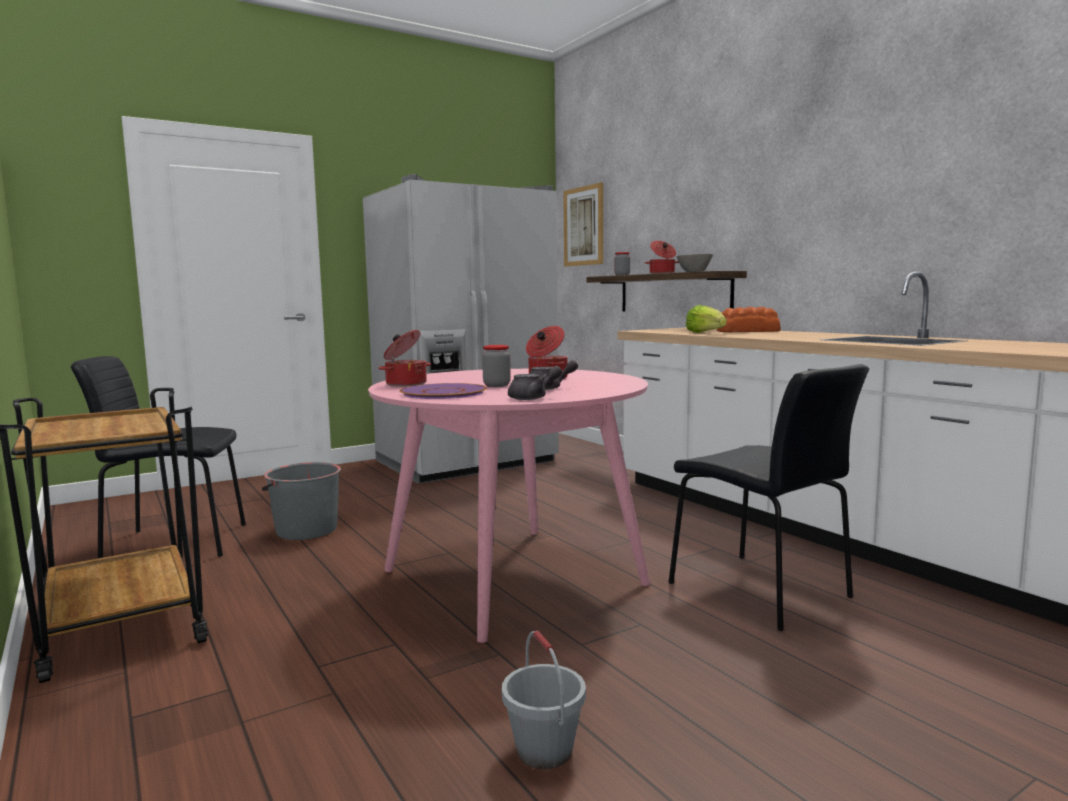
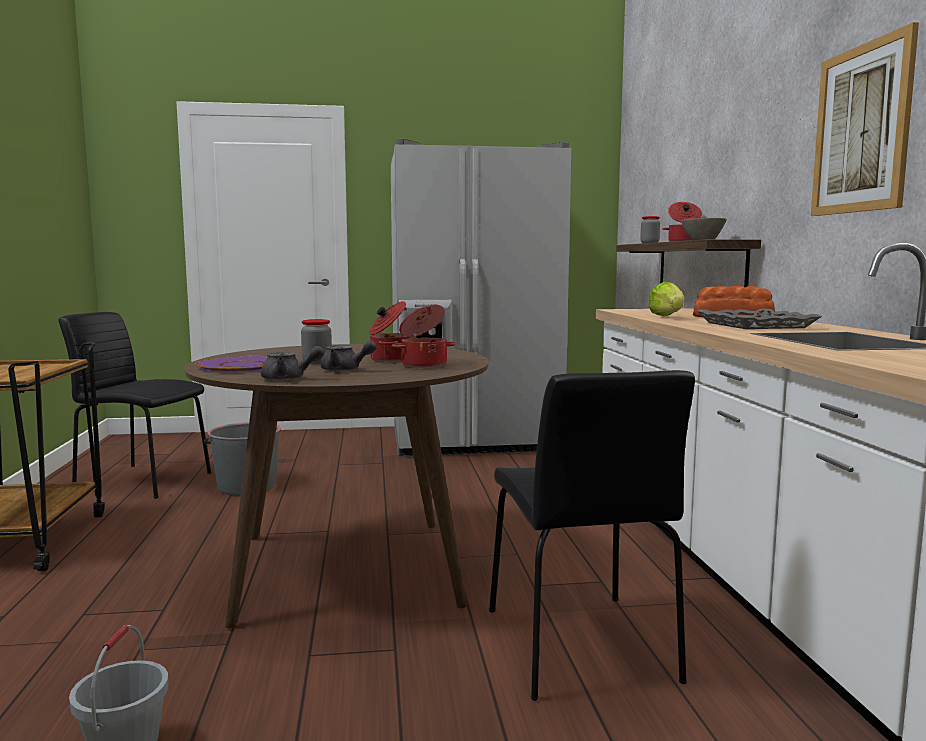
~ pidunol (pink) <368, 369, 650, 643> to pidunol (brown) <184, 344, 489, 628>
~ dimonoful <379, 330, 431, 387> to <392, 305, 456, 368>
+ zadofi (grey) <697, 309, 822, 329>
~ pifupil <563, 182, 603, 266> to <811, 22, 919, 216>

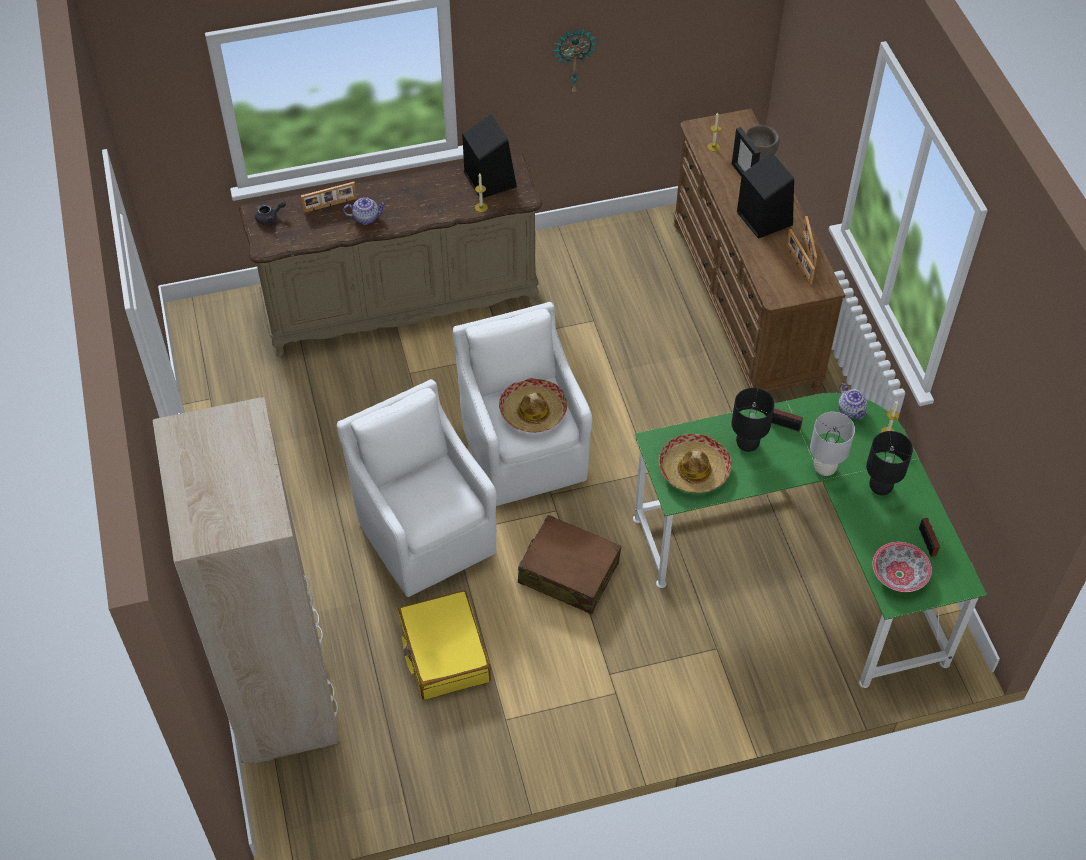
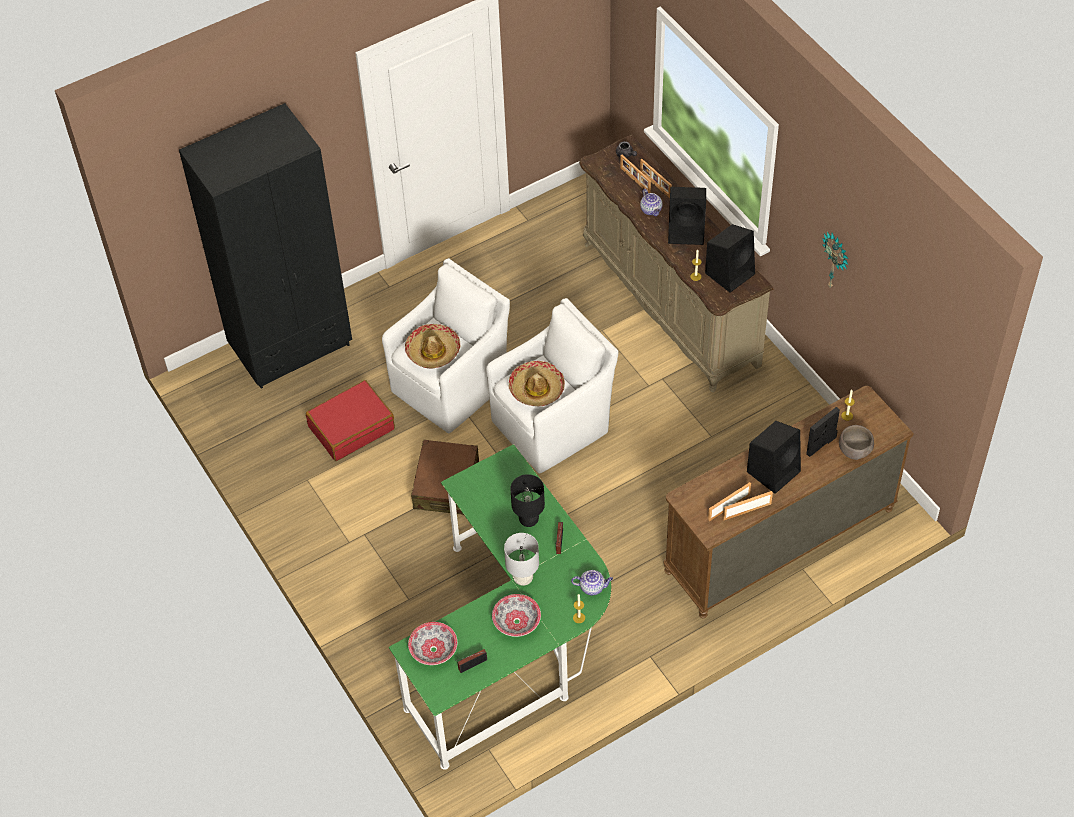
~ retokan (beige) <153, 397, 340, 764> to retokan (black) <179, 103, 352, 388>
~ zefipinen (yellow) <398, 590, 491, 700> to zefipinen (red) <306, 380, 395, 461>
~ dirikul <659, 434, 732, 493> to <405, 324, 460, 369>
~ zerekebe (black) <866, 431, 913, 495> to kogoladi <492, 594, 541, 637>
~ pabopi <838, 383, 868, 420> = <571, 570, 613, 595> 135 degrees counterclockwise
+ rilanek <620, 155, 651, 193>
+ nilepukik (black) <668, 187, 706, 245>

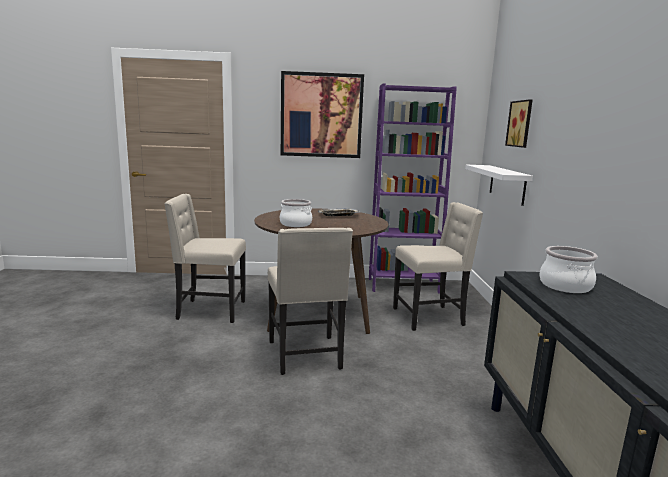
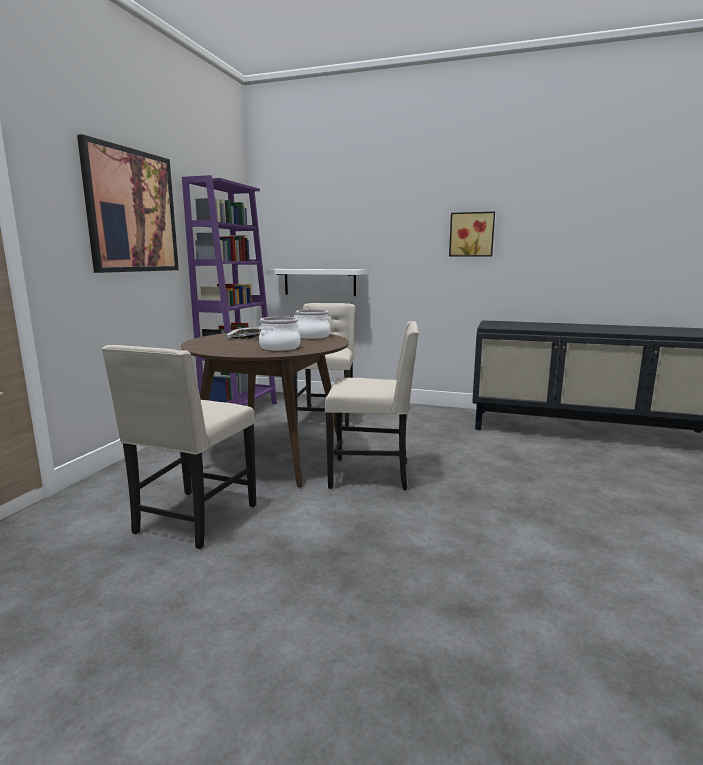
~ dimonoful <540, 246, 598, 293> to <294, 309, 331, 339>
~ pifupil <505, 99, 533, 148> to <449, 211, 495, 257>

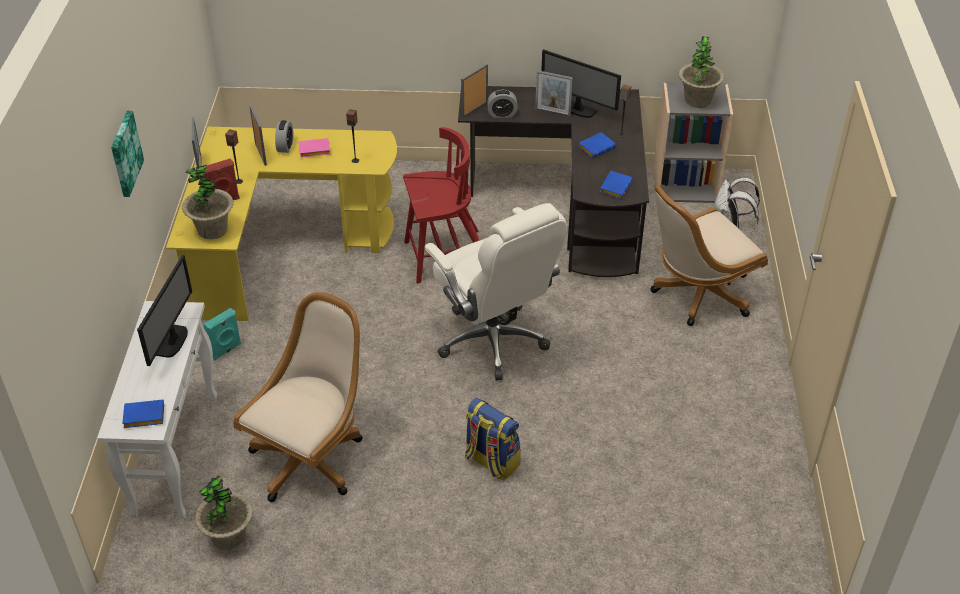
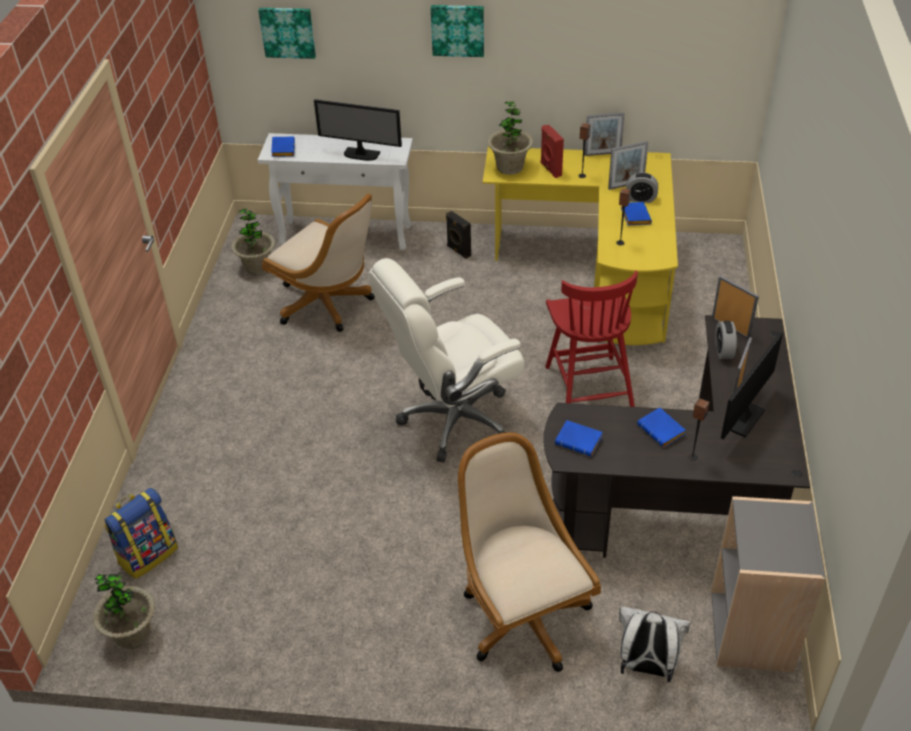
~ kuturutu <678, 36, 724, 108> to <93, 572, 155, 649>
~ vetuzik <465, 398, 521, 481> to <104, 488, 178, 579>
+ pifupil <258, 8, 316, 59>
~ nilepukik (turquoise) <204, 308, 241, 360> to nilepukik (black) <446, 211, 471, 259>
~ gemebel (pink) <298, 138, 330, 158> to gemebel (blue) <621, 202, 652, 225>

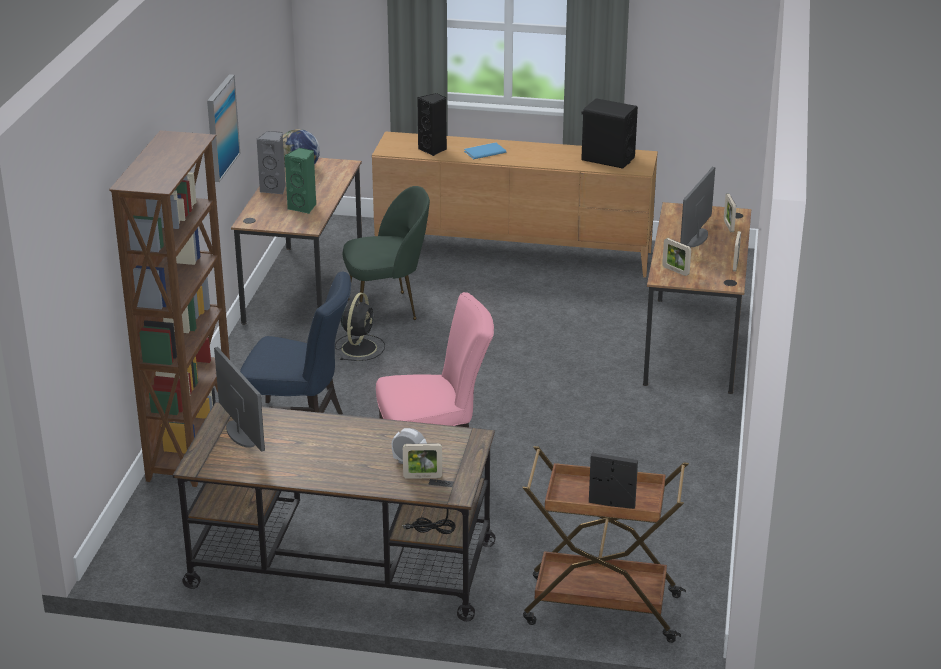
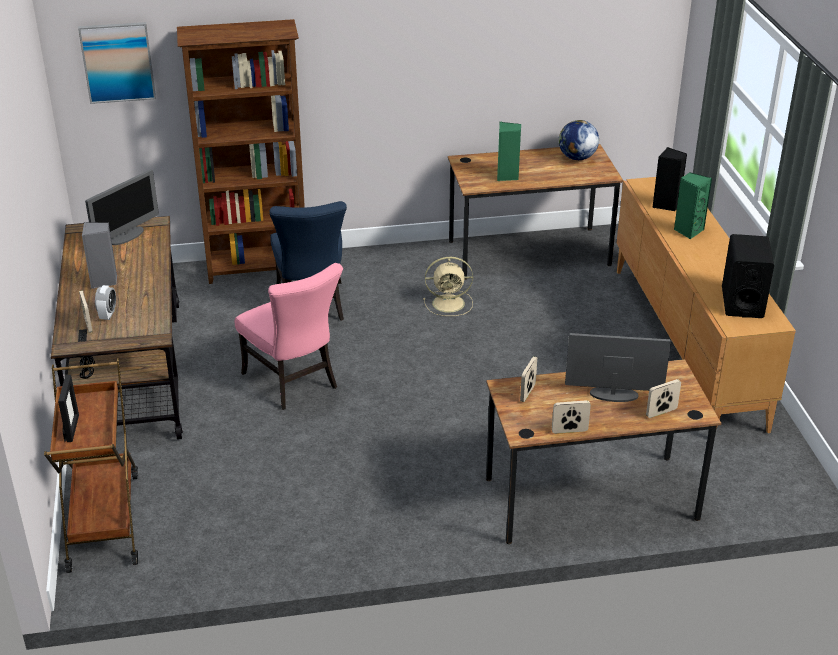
~ pifupil <207, 74, 240, 182> to <78, 22, 156, 104>
~ nilepukik (grey) <256, 131, 286, 194> to <82, 222, 117, 289>
~ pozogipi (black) <335, 293, 385, 361> to pozogipi (beige) <423, 257, 473, 316>
~ gemebel (blue) <464, 142, 506, 159> to nilepukik (green) <674, 173, 712, 239>
- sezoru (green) <343, 186, 430, 320>

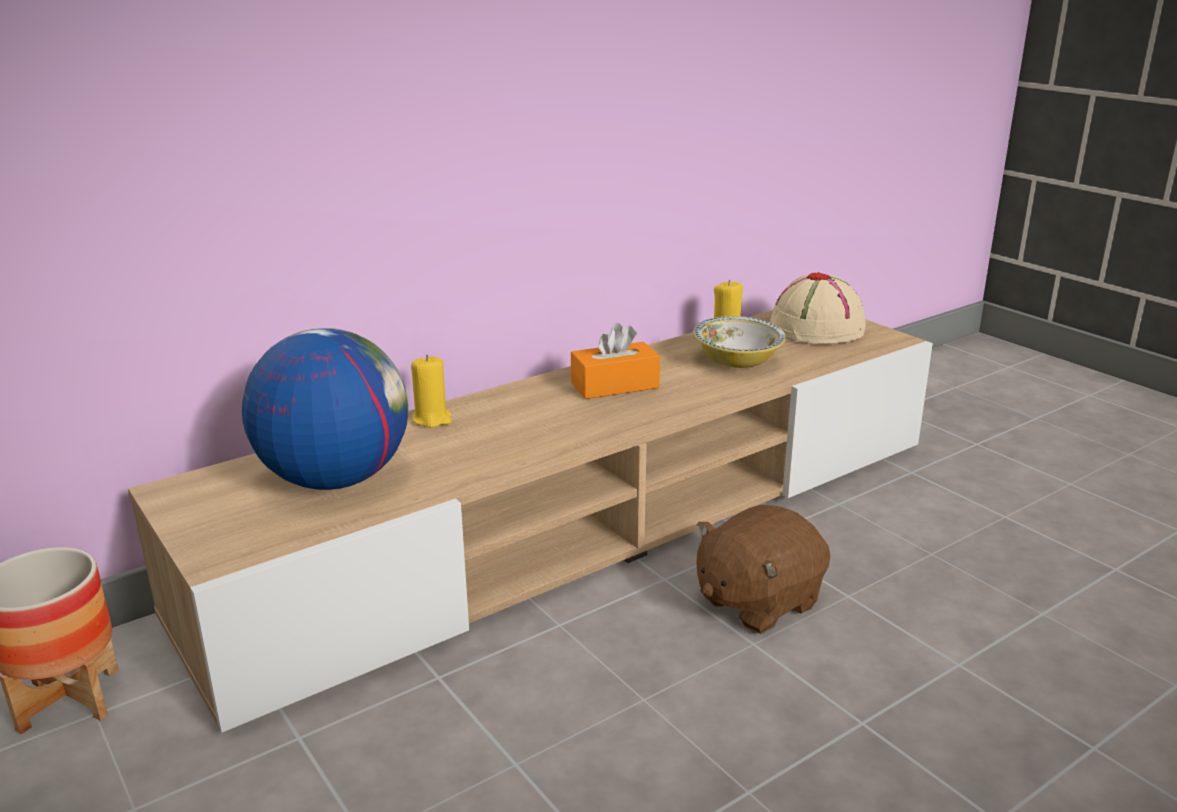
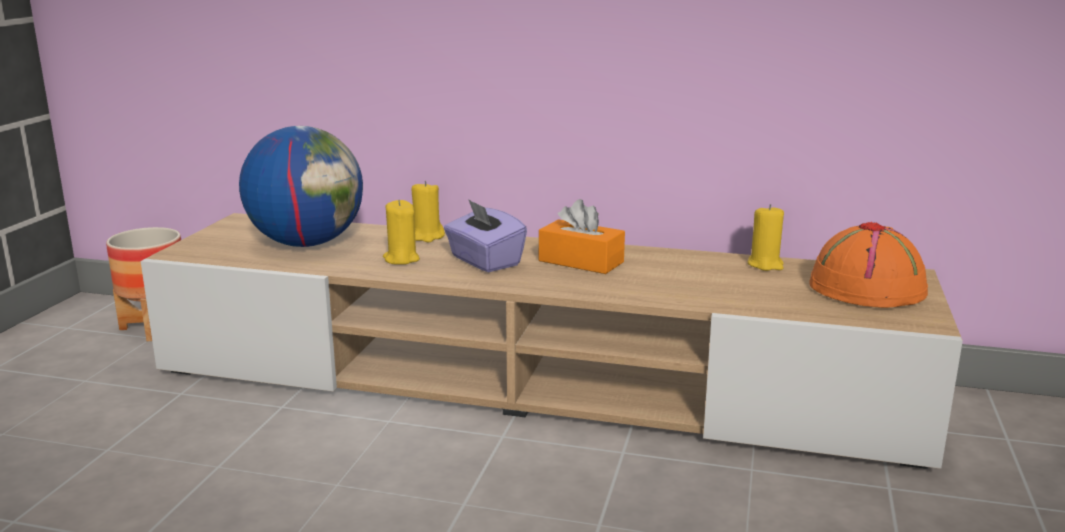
+ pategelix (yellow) <383, 200, 420, 264>
+ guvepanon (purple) <444, 199, 527, 272>
~ dirikul (beige) <770, 272, 866, 344> to dirikul (orange) <809, 222, 928, 308>
- kogoladi <693, 316, 786, 368>
- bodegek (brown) <696, 505, 830, 634>

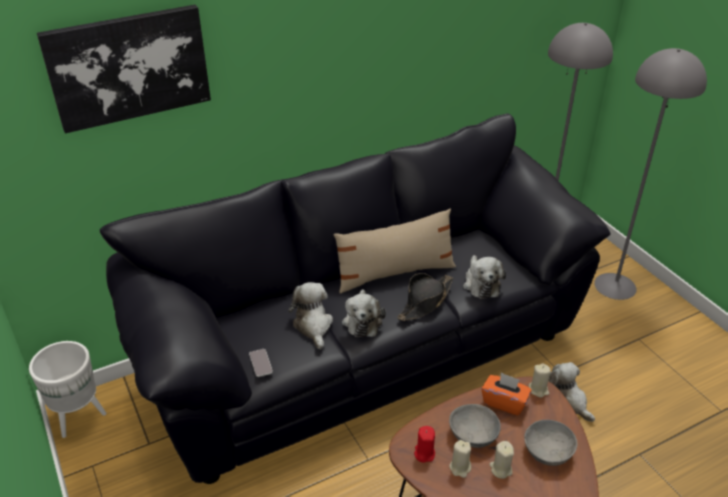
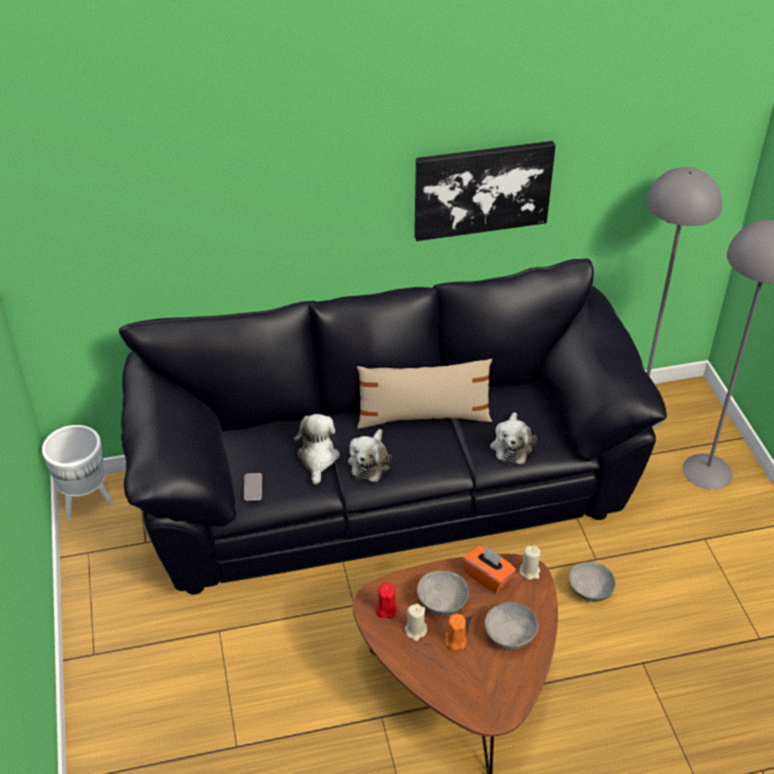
~ pifupil <37, 5, 211, 133> to <414, 141, 556, 241>
~ pategelix (beige) <489, 441, 514, 479> to pategelix (orange) <445, 614, 466, 651>
~ bodegek <549, 362, 595, 422> to kogoladi (grey) <569, 562, 616, 602>
- dirikul (black) <397, 273, 453, 321>

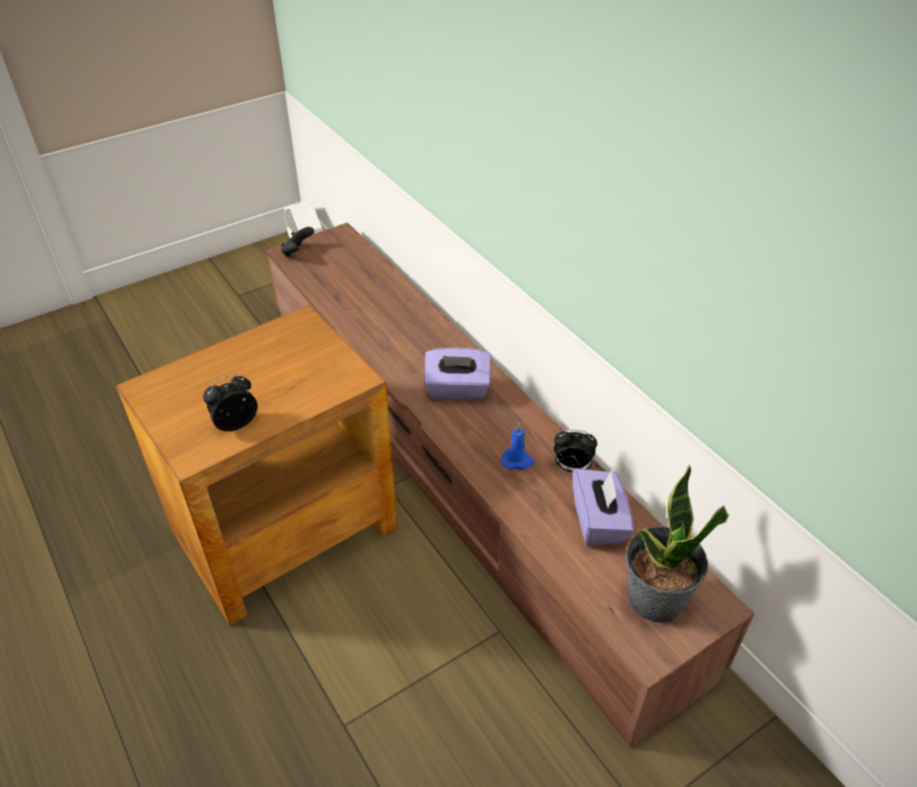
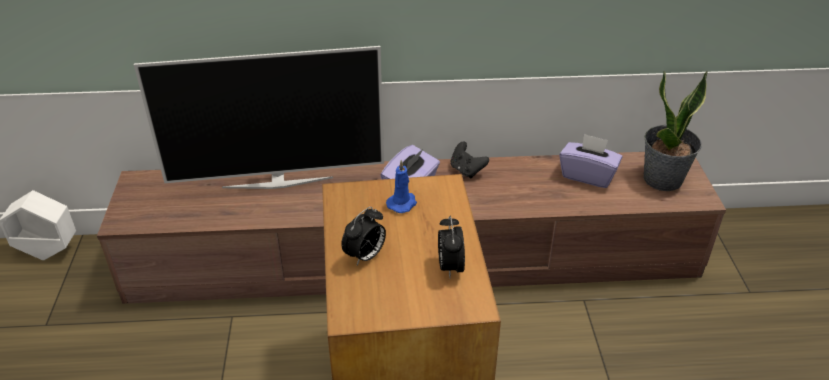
+ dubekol <134, 46, 384, 189>
~ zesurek <554, 430, 597, 472> to <341, 207, 386, 265>
~ pategelix (blue) <501, 423, 535, 470> to <386, 160, 417, 213>
~ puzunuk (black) <281, 227, 314, 257> to <450, 141, 489, 179>

